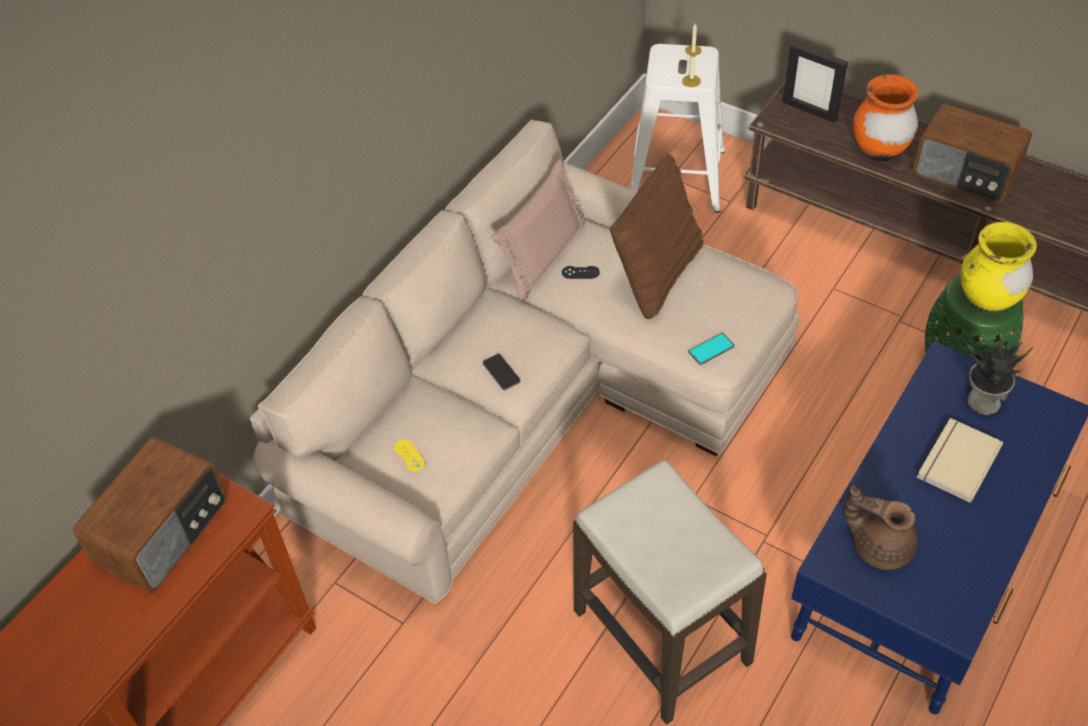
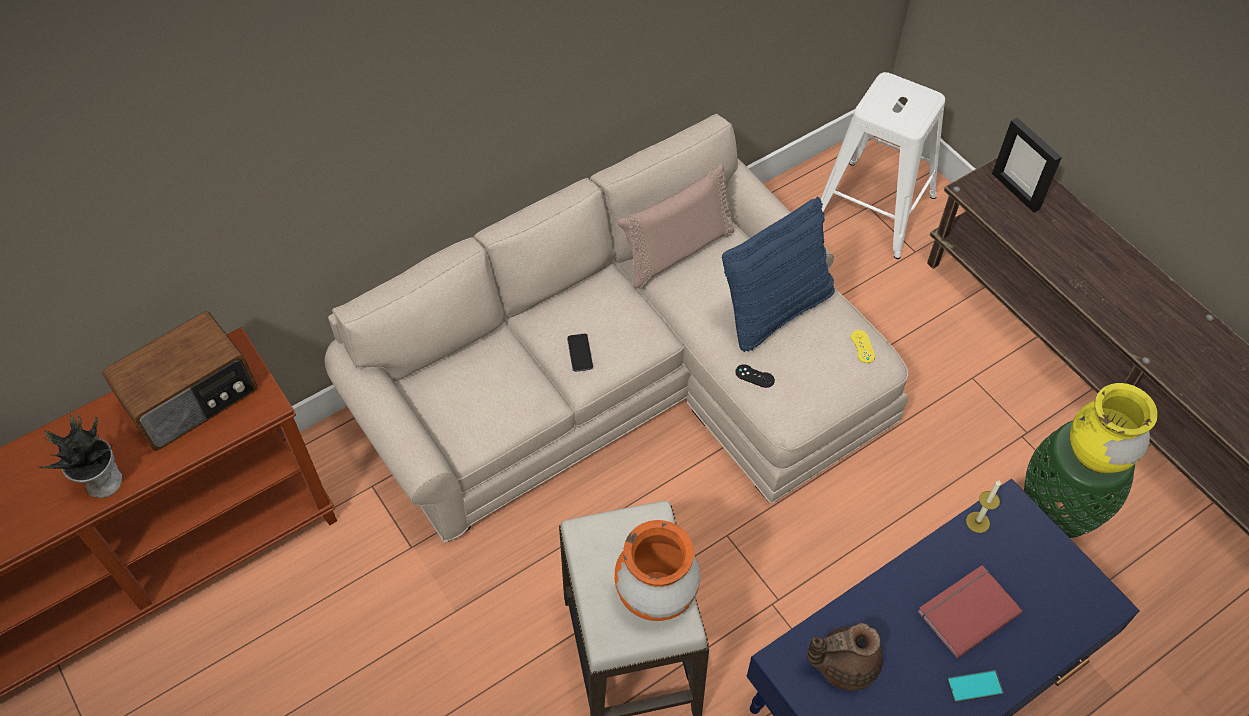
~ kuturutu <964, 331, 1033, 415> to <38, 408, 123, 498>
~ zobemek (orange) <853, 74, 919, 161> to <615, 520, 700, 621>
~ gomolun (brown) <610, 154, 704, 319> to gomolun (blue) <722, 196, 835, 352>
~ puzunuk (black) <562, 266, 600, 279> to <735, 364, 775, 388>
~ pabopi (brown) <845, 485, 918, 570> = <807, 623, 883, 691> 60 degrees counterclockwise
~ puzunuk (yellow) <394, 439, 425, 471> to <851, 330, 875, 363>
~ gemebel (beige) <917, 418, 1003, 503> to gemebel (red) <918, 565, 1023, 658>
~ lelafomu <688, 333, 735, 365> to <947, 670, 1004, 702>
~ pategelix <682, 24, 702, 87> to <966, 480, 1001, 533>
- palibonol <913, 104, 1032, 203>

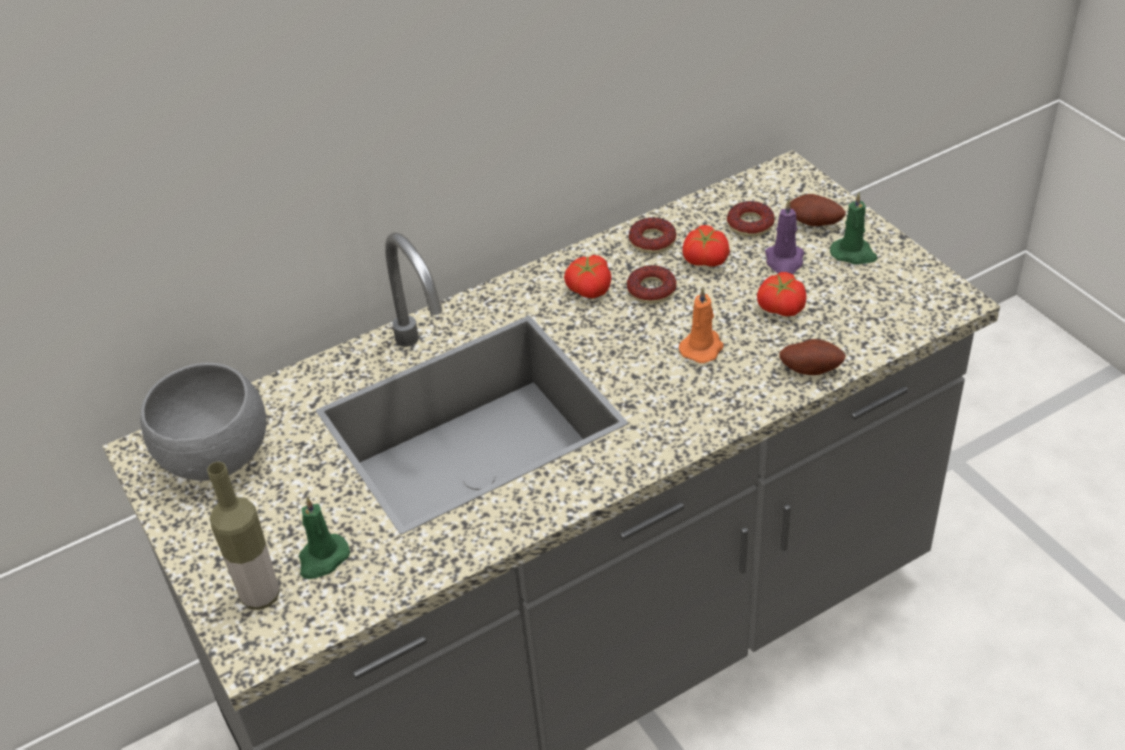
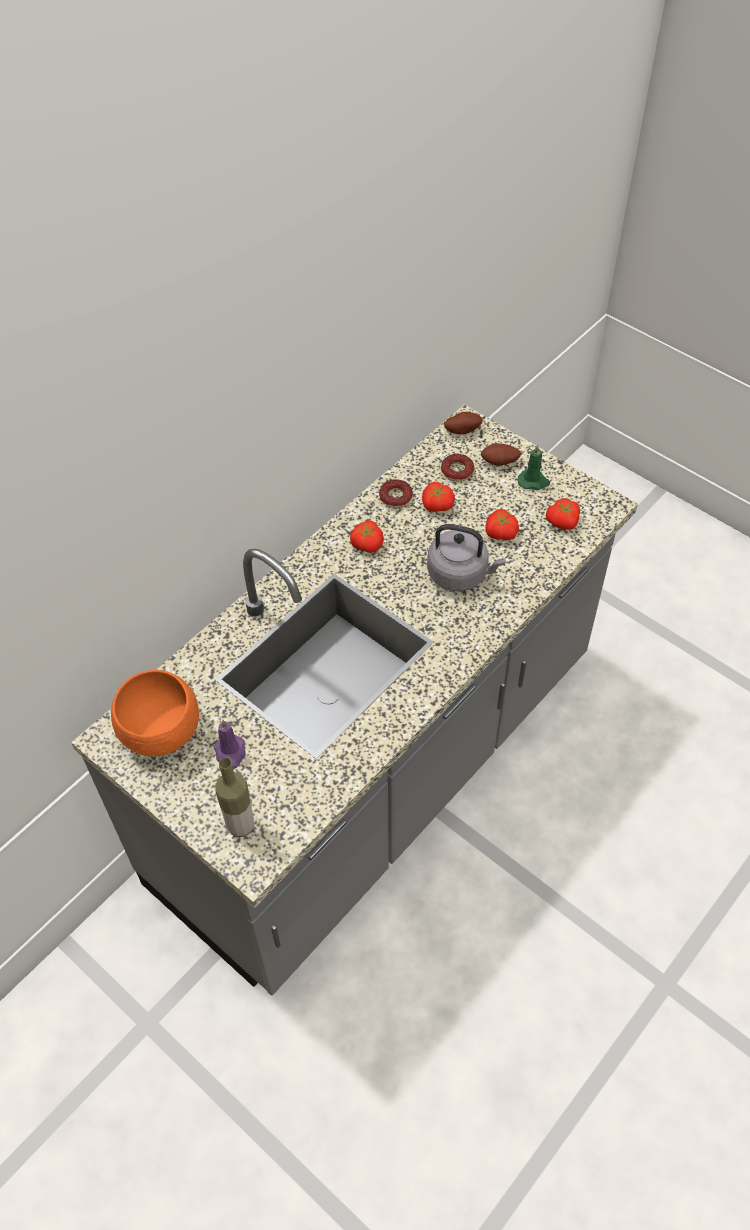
~ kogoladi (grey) <140, 363, 267, 481> to kogoladi (orange) <111, 670, 199, 757>
~ pategelix (purple) <765, 199, 804, 274> to <213, 720, 245, 769>
~ pategelix (orange) <679, 287, 724, 363> to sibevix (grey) <427, 524, 506, 591>
~ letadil <779, 339, 846, 375> to <444, 412, 483, 434>
+ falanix <546, 499, 580, 530>
- pategelix (green) <299, 497, 350, 579>
- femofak <627, 265, 677, 304>

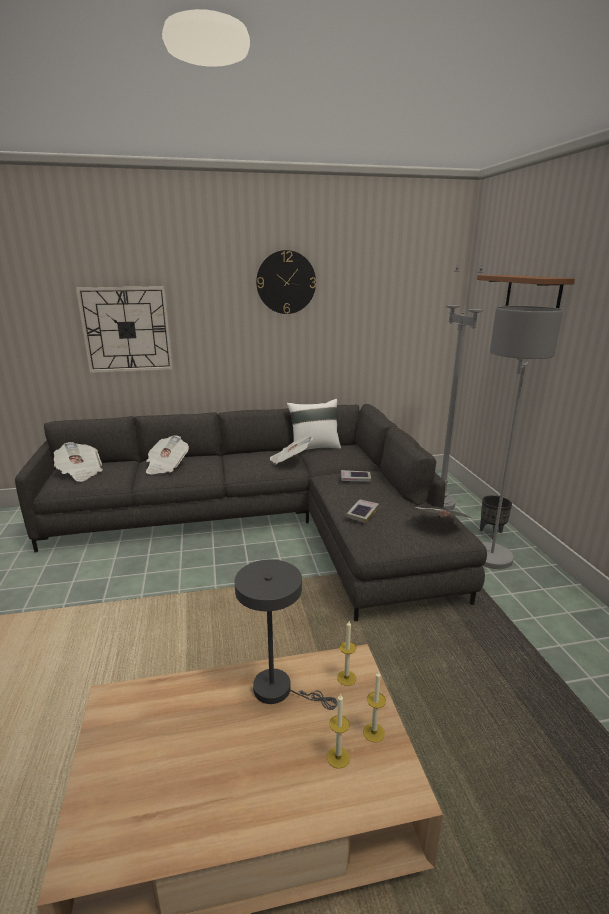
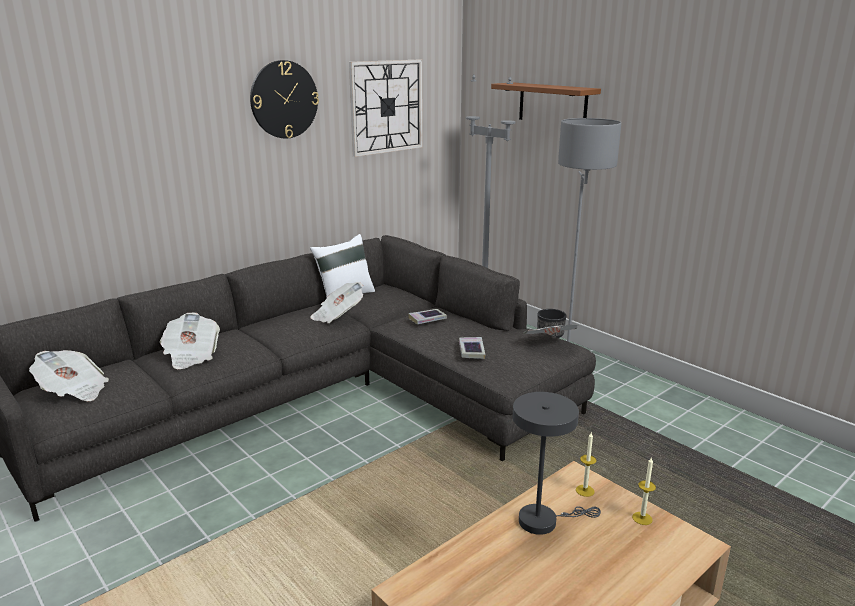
~ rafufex <76, 286, 173, 373> to <349, 59, 423, 157>
- pategelix <327, 694, 350, 769>

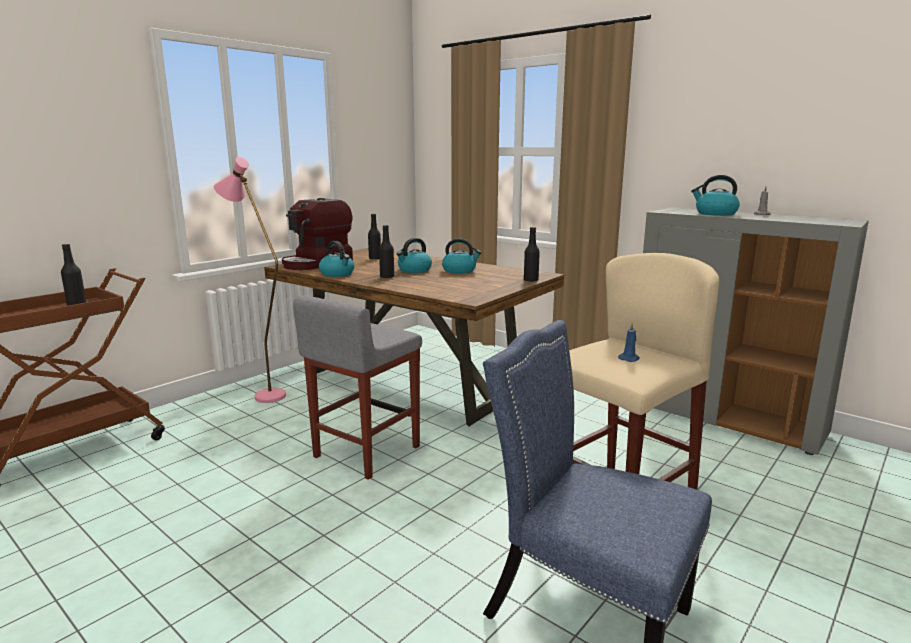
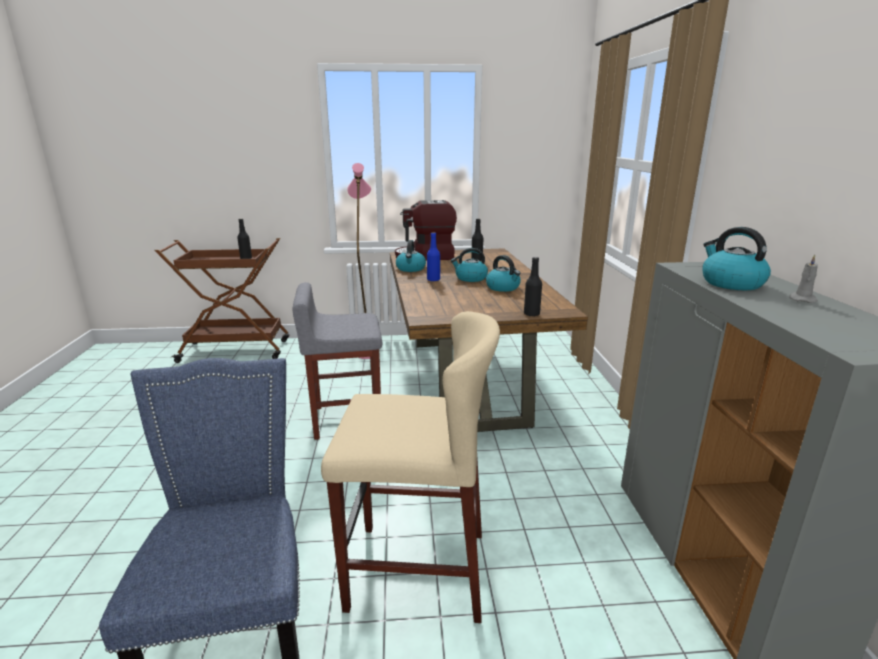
~ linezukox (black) <379, 225, 394, 278> to linezukox (blue) <427, 233, 440, 282>
- pategelix (blue) <618, 322, 640, 362>

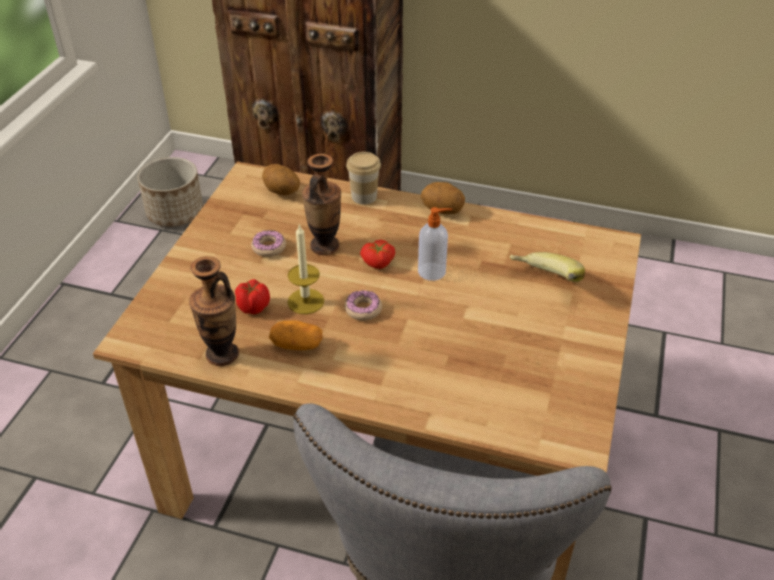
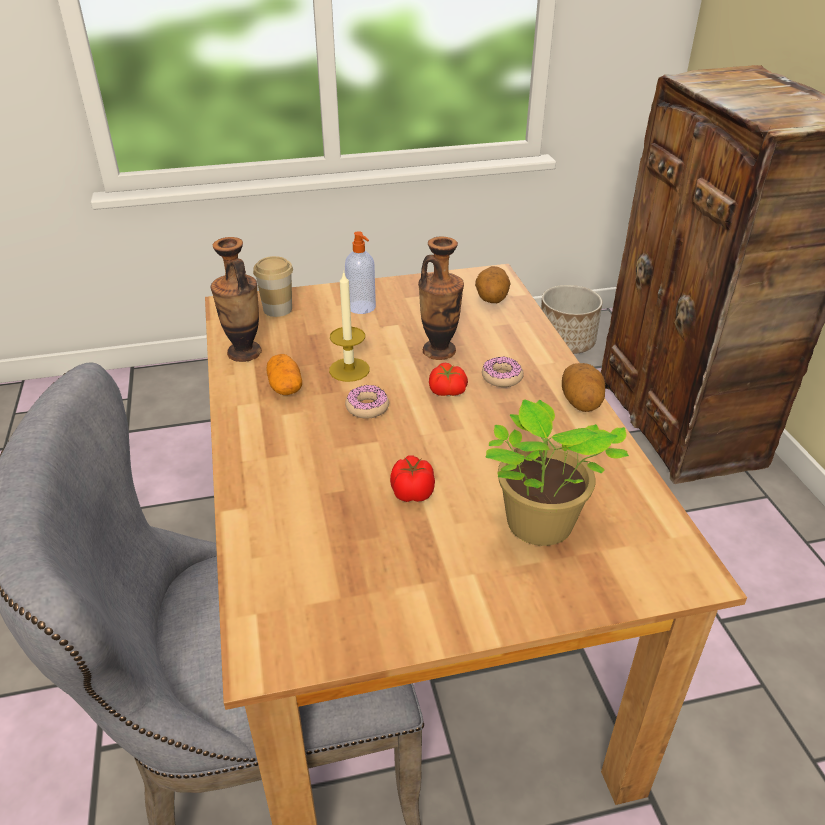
~ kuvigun <346, 152, 381, 204> to <253, 256, 293, 317>
~ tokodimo <418, 207, 452, 281> to <345, 231, 376, 314>
~ falanix <235, 279, 270, 314> to <390, 455, 435, 502>
~ femofak <251, 230, 286, 257> to <482, 356, 524, 387>
~ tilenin <510, 252, 585, 282> to kuturutu <485, 399, 629, 546>

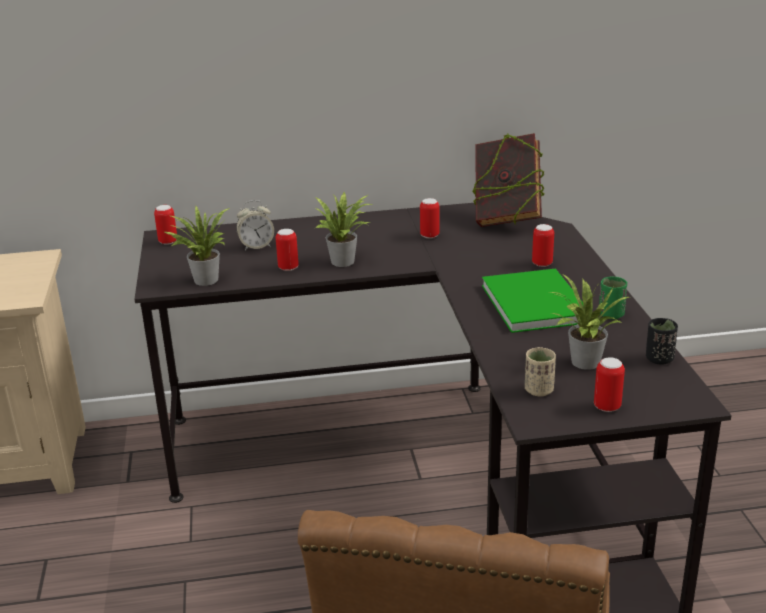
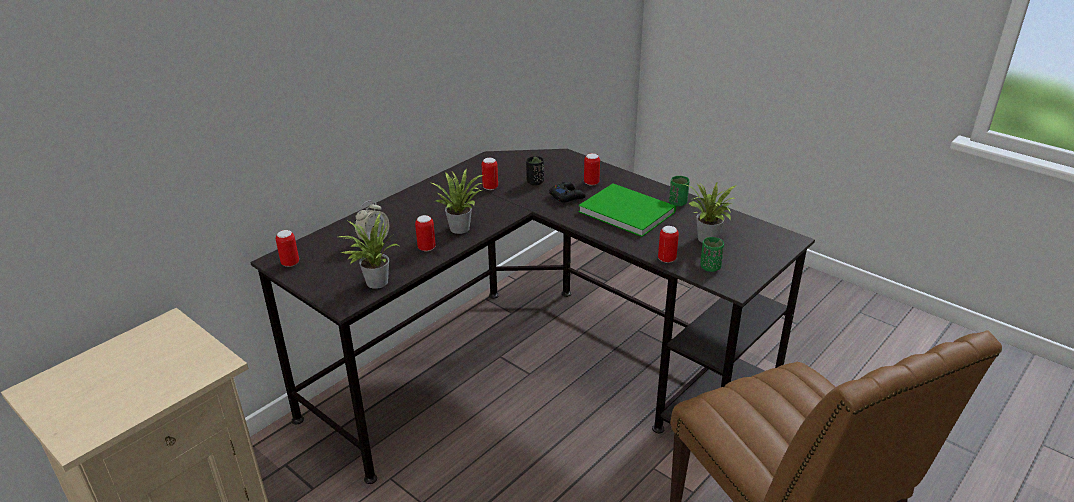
~ kuvigun (black) <646, 318, 678, 365> to <526, 156, 544, 185>
+ puzunuk (black) <549, 182, 586, 203>
~ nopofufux <594, 357, 625, 412> to <658, 226, 679, 263>
~ kuvigun (beige) <525, 347, 556, 396> to kuvigun (green) <700, 237, 724, 272>
- gemebel <472, 133, 545, 227>

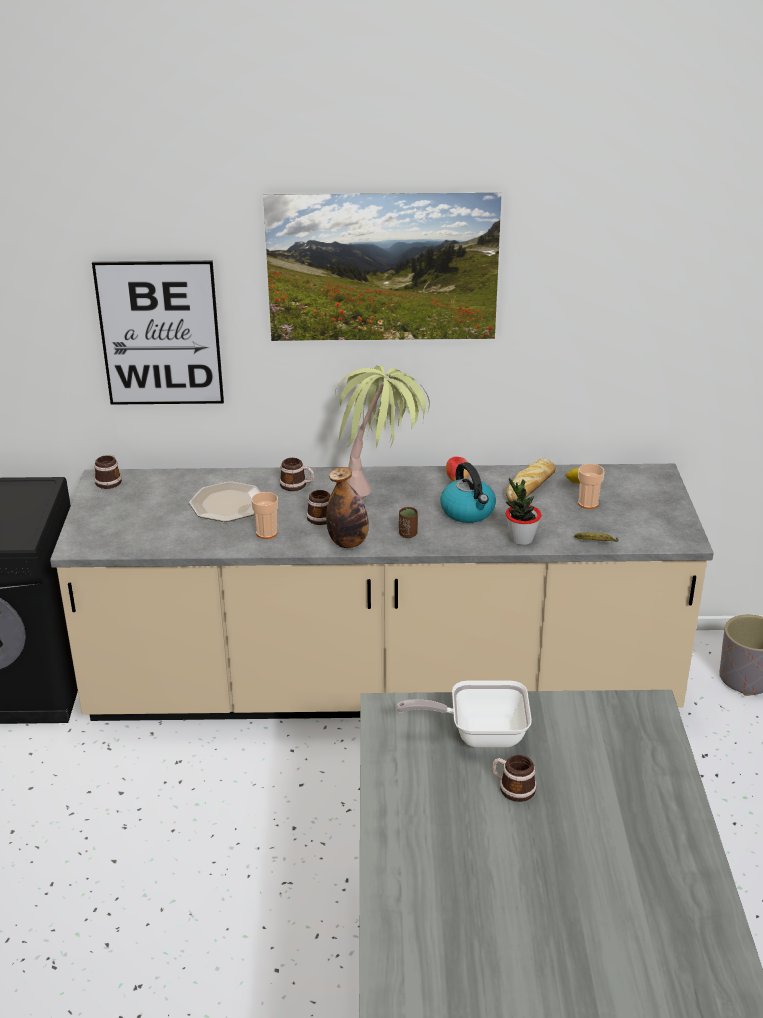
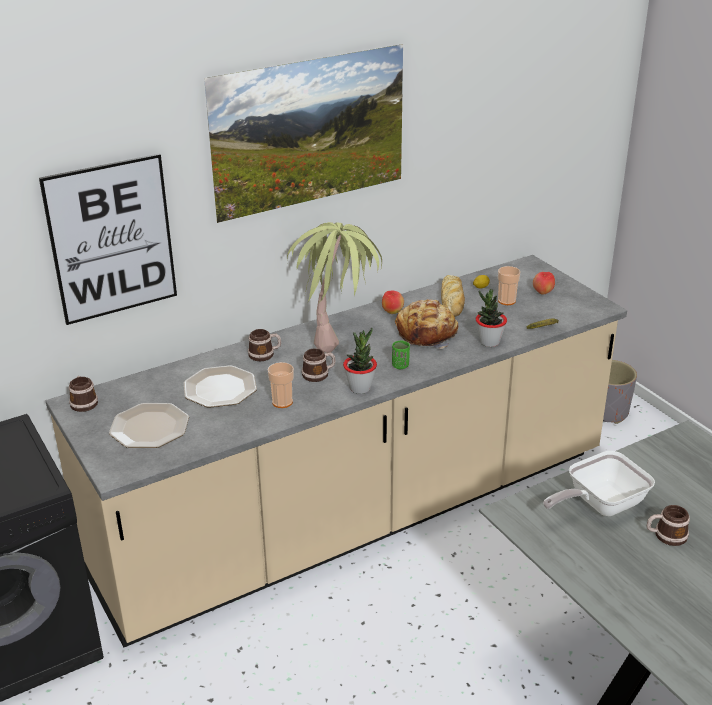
+ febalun <109, 403, 189, 448>
~ linezukox <326, 467, 369, 548> to kuturutu <343, 328, 377, 394>
~ kuvigun (brown) <399, 507, 418, 538> to kuvigun (green) <392, 340, 410, 369>
~ sibevix <440, 462, 496, 523> to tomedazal <395, 299, 458, 349>
+ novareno <533, 272, 555, 295>

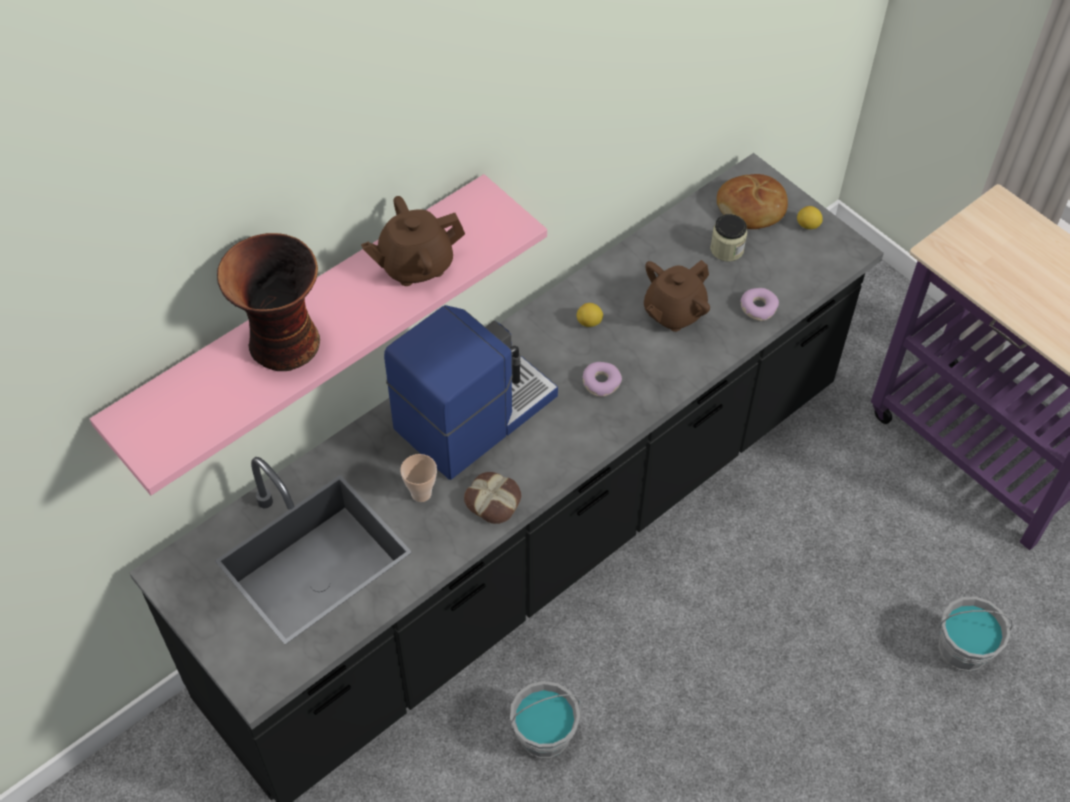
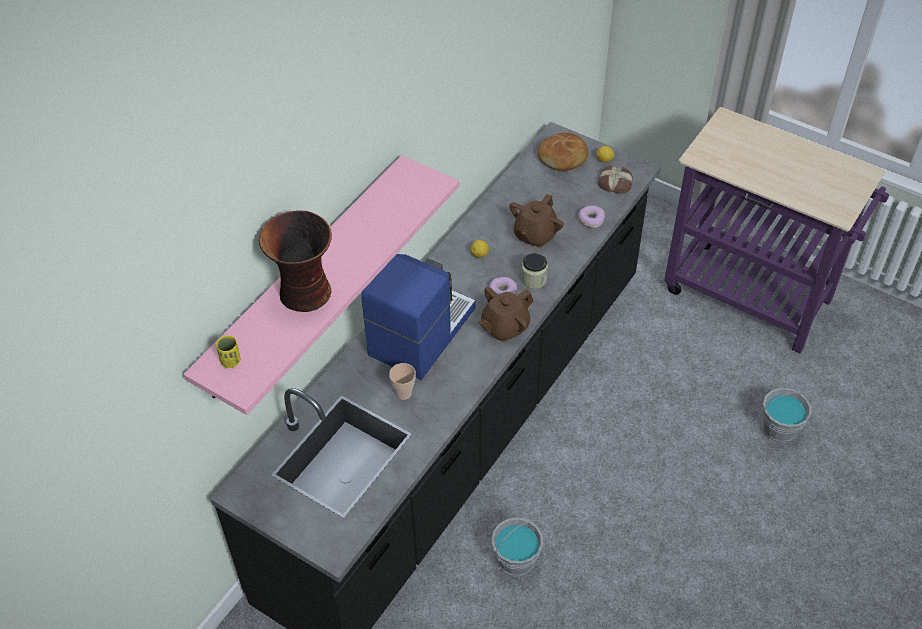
+ kuvigun (yellow) <216, 336, 241, 368>
~ pabopi (brown) <361, 196, 465, 286> to <478, 287, 533, 342>
~ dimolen <710, 214, 747, 262> to <521, 253, 548, 289>
~ tomedazal <464, 472, 521, 524> to <598, 166, 633, 194>

